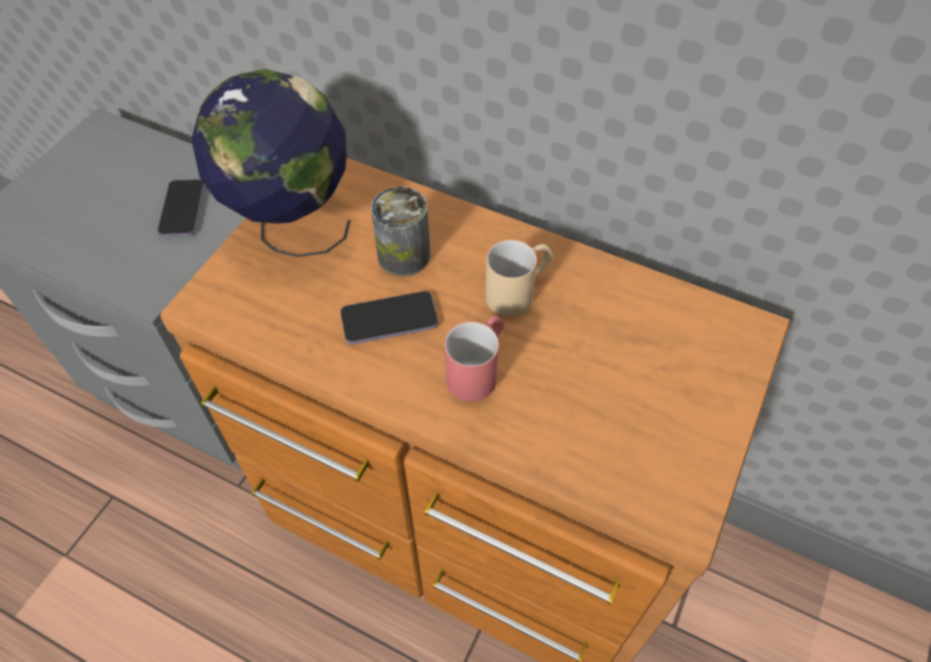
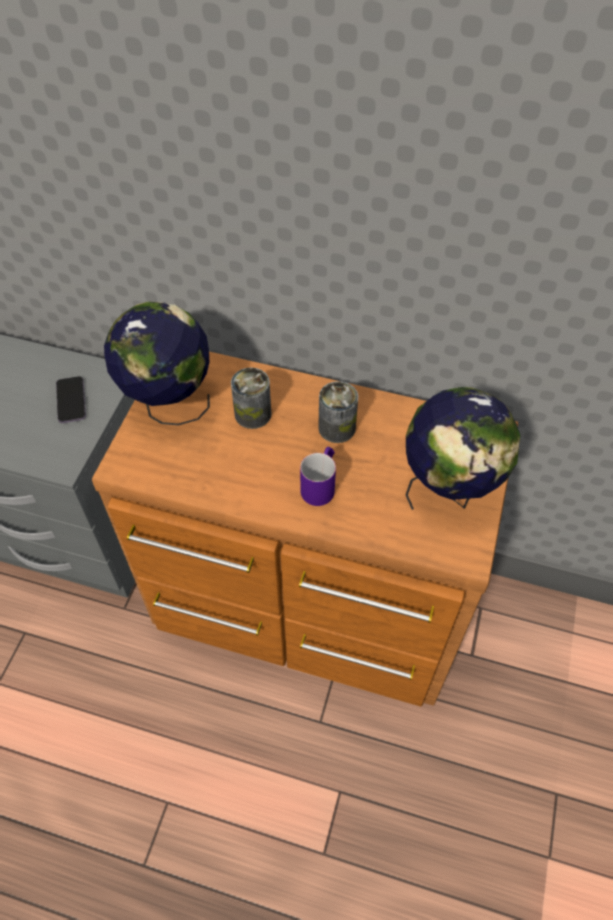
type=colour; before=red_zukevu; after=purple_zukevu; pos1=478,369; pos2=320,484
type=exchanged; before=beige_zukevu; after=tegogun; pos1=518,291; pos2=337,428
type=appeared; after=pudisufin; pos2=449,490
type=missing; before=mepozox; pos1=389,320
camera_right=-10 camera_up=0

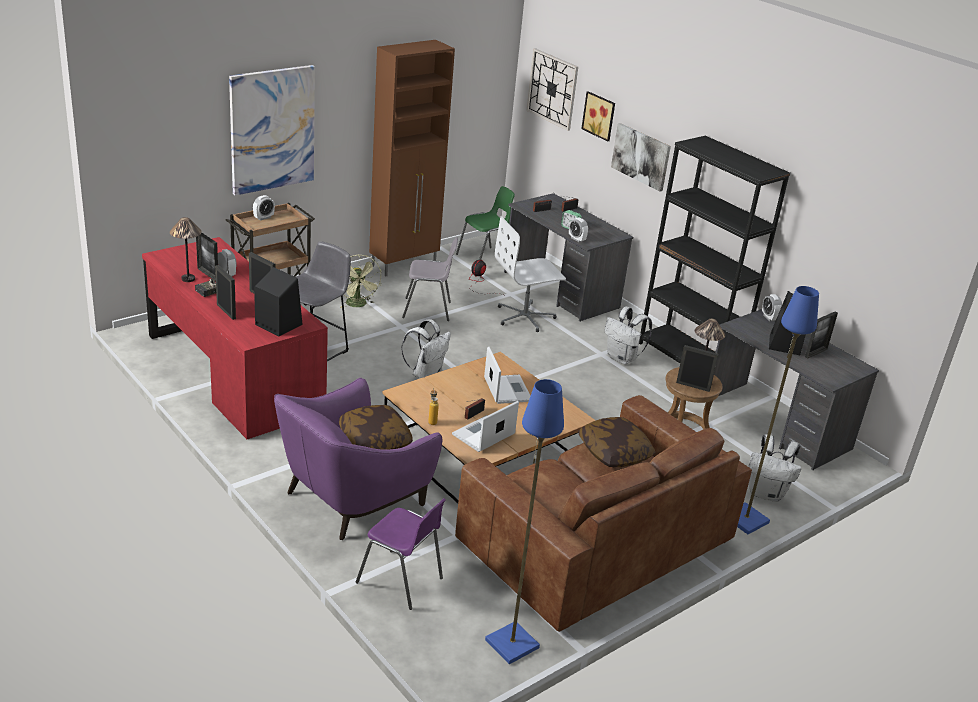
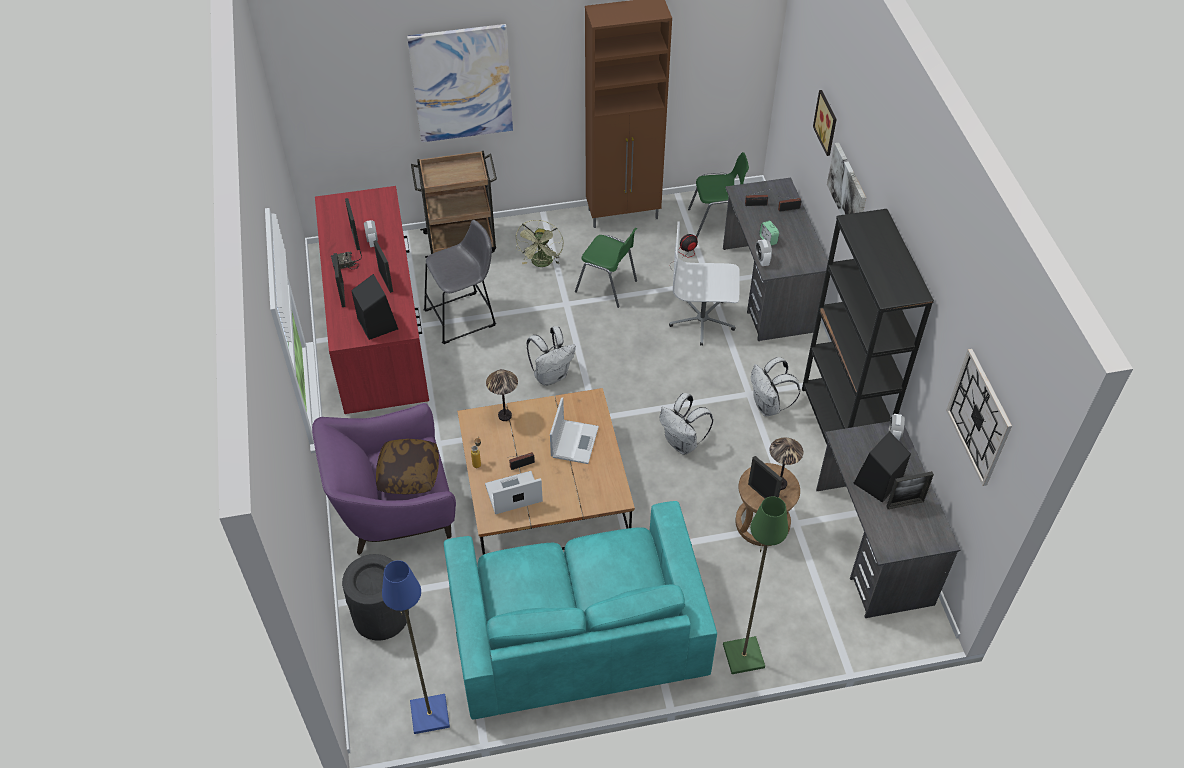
type=exchanged; before=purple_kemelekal; after=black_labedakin; pos1=401,581; pos2=380,615
type=colour; before=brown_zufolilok; after=turquoise_zufolilok; pos1=596,542; pos2=576,632
type=relocated; before=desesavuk; pos1=188,279; pos2=504,415
type=colour; before=grey_kemelekal; after=green_kemelekal; pos1=428,310; pos2=607,287
type=relocated; before=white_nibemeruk; pos1=766,493; pos2=683,443
type=colour; before=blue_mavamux; after=green_mavamux; pos1=746,520; pos2=743,657
type=relocated; before=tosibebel; pos1=552,89; pos2=979,417
type=missing; before=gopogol; pos1=263,218
type=missing; before=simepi; pos1=614,453
camera_right=30 camera_up=20

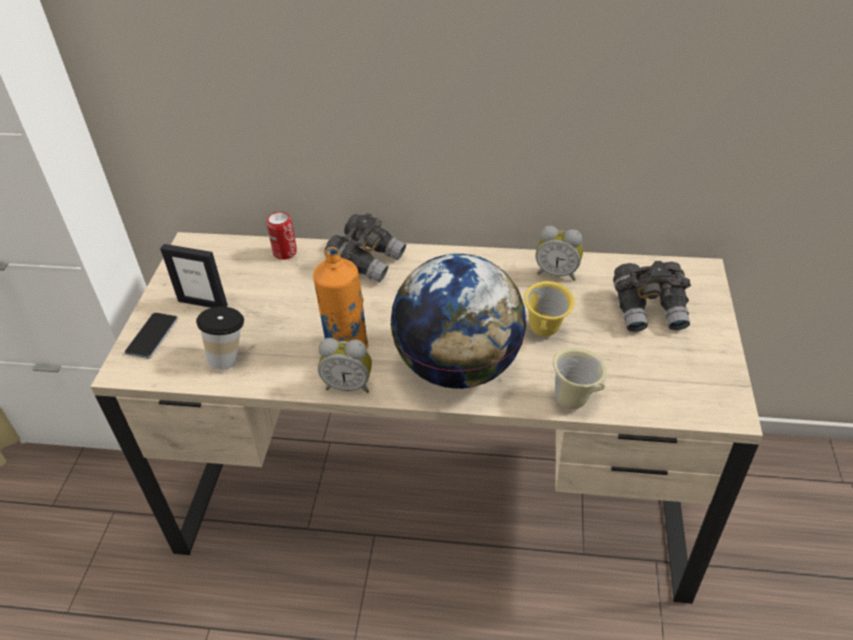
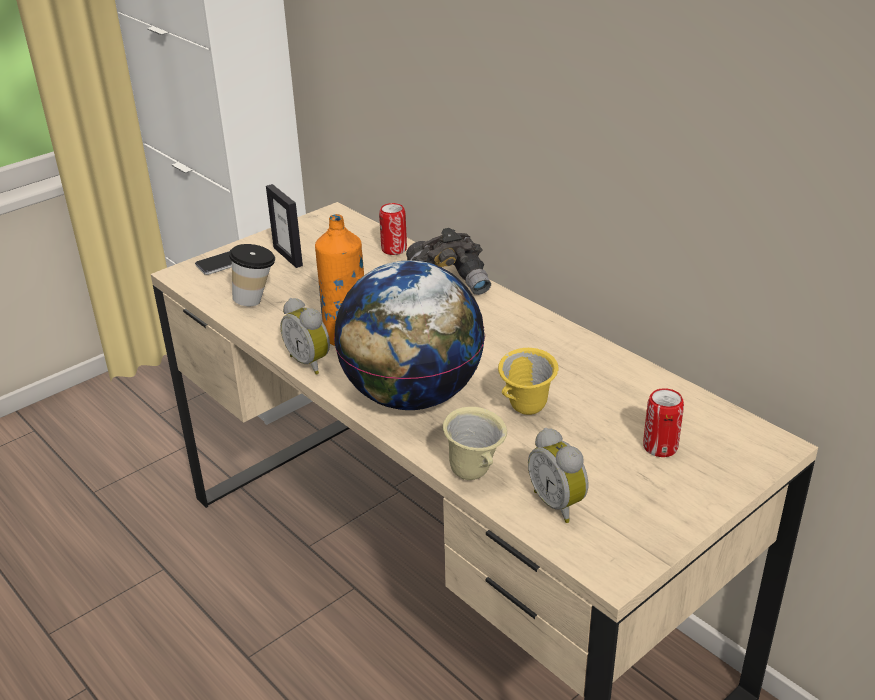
type=relocated; before=gopogol; pos1=557,273; pos2=559,503
type=exchanged; before=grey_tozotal; after=tegogun; pos1=650,310; pos2=660,447
camera_right=40 camera_up=-10

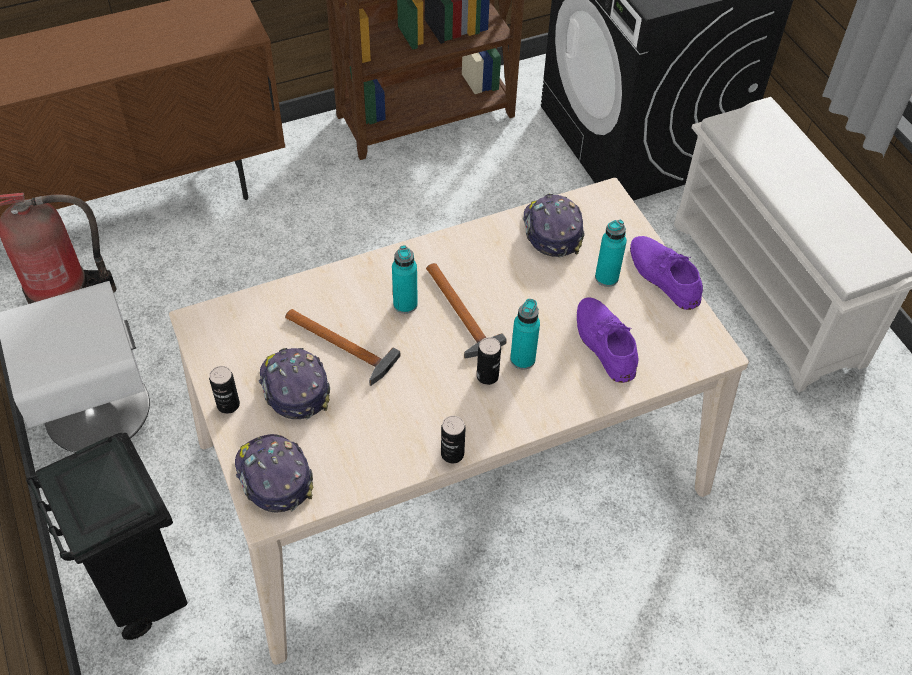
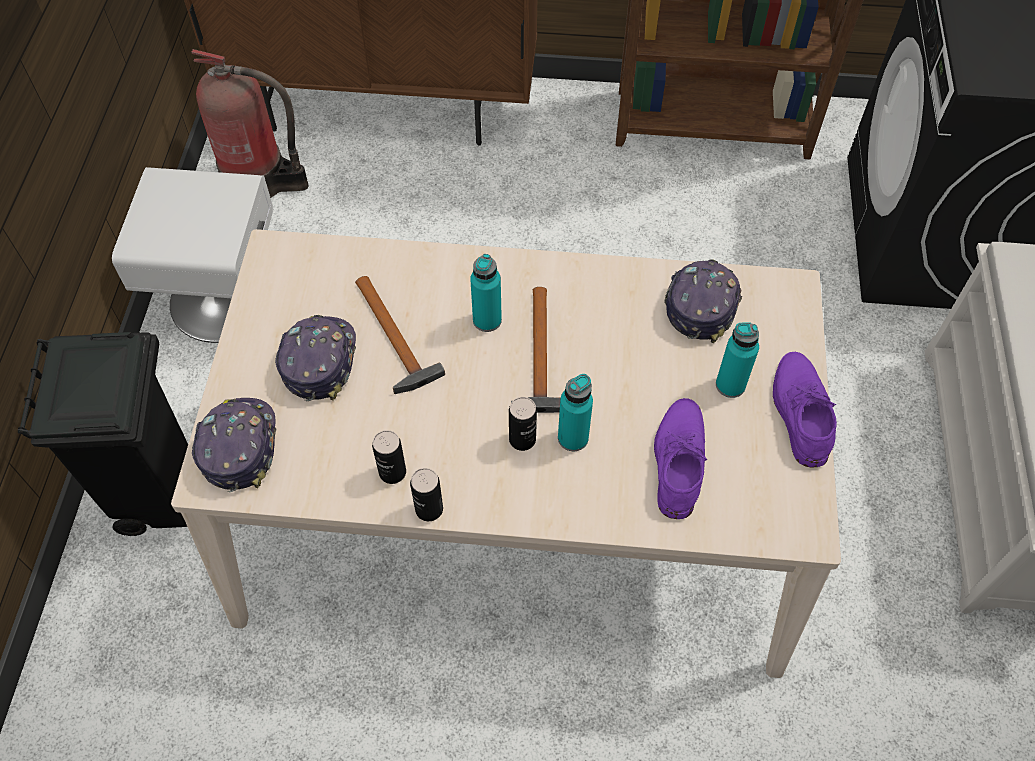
type=relocated; before=tegogun; pos1=228,405; pos2=392,472
camera_right=30 camera_up=5

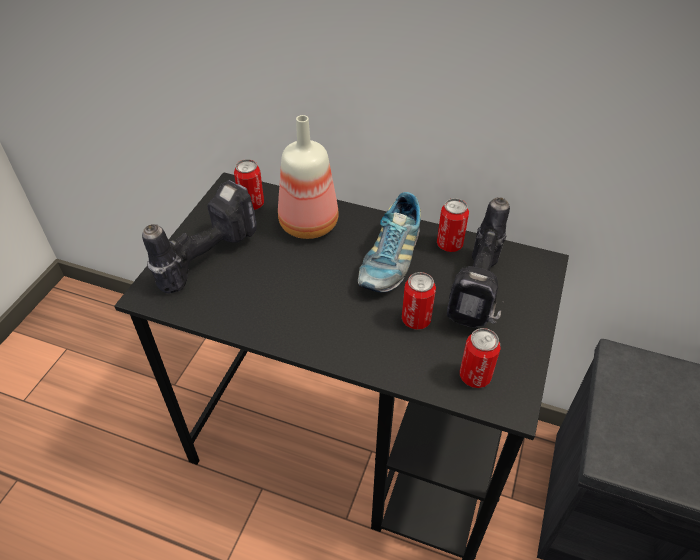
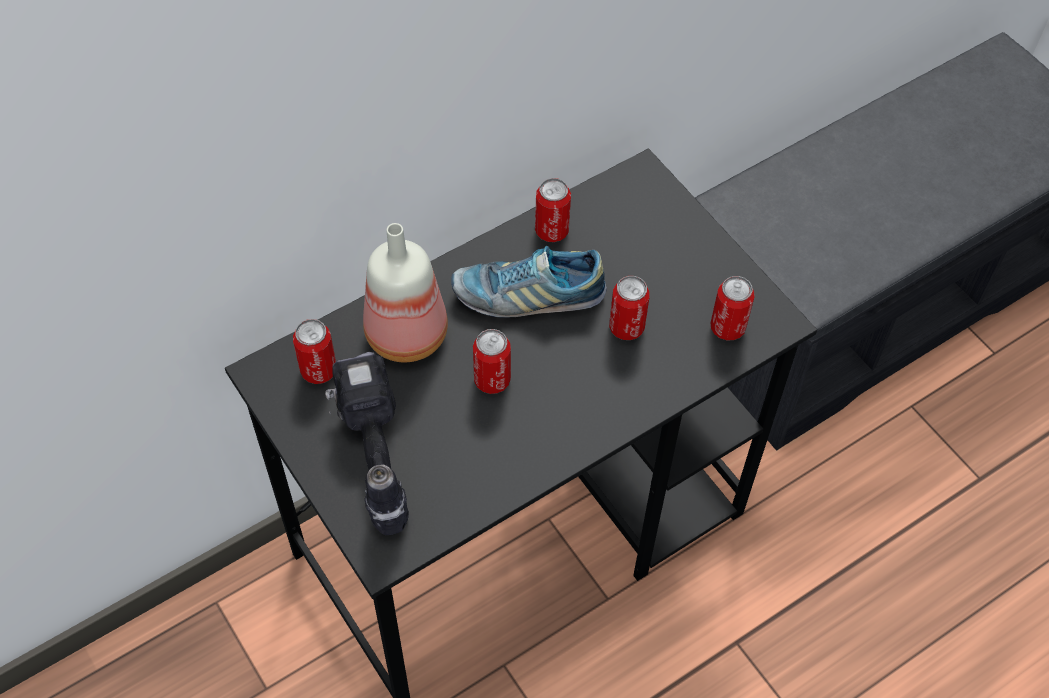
type=spun; before=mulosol; pos1=390,259; pos2=528,295; turn=120
type=appeared; after=tegogun; pos2=492,380
type=missing; before=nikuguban; pos1=480,294
camera_right=-55 camera_up=10

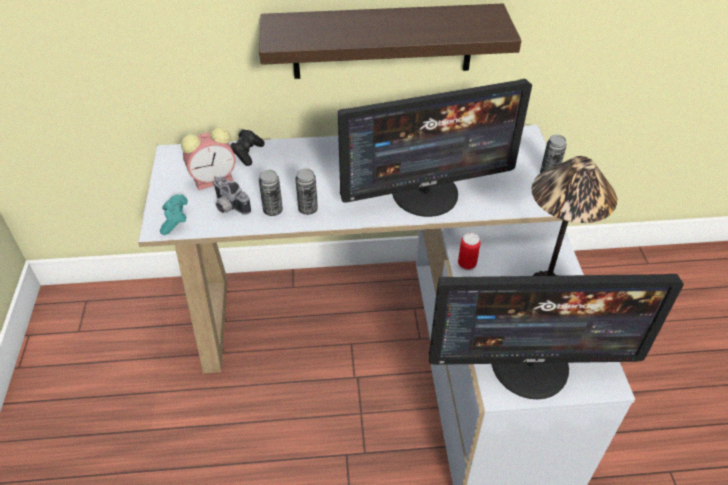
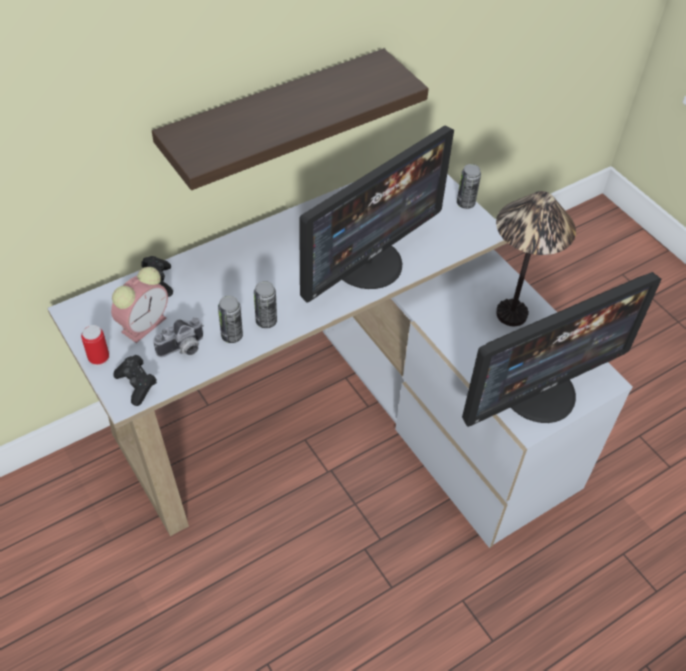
type=relocated; before=tegogun; pos1=467,264; pos2=99,358
type=colour; before=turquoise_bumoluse; after=black_bumoluse; pos1=175,220; pos2=137,385
type=spun; before=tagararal; pos1=228,207; pos2=183,349; turn=-45
camera_right=-30 camera_up=5

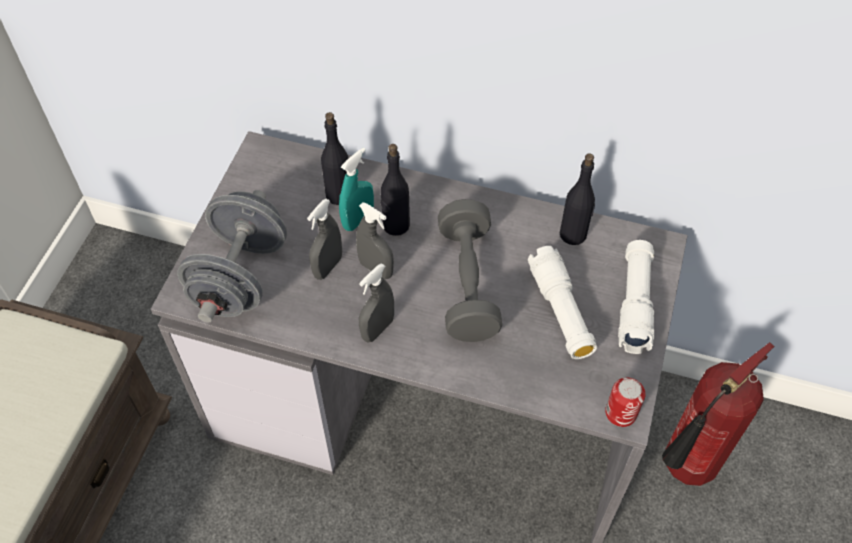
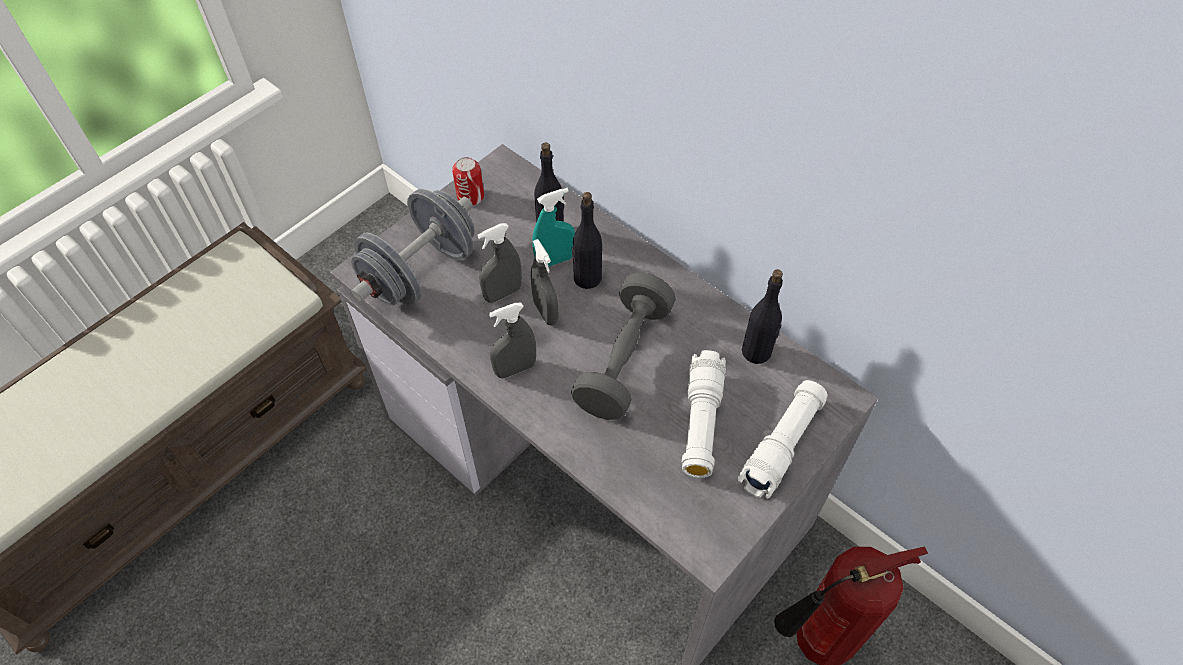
type=relocated; before=tegogun; pos1=620,413; pos2=470,196
camera_right=25 camera_up=0

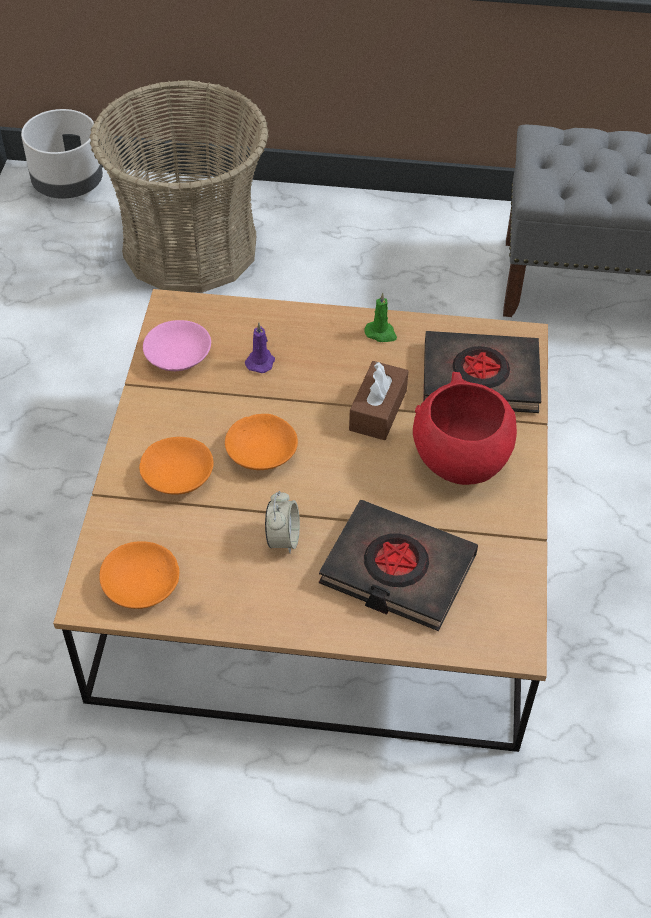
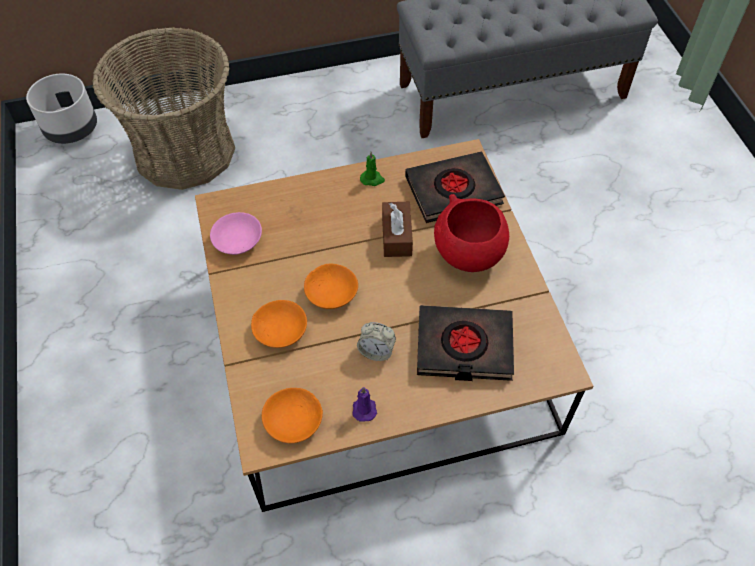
type=relocated; before=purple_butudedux; pos1=261,361; pos2=364,408
type=spun; before=gopogol; pos1=283,539; pos2=376,351; turn=120
camera_right=-20 camera_up=5

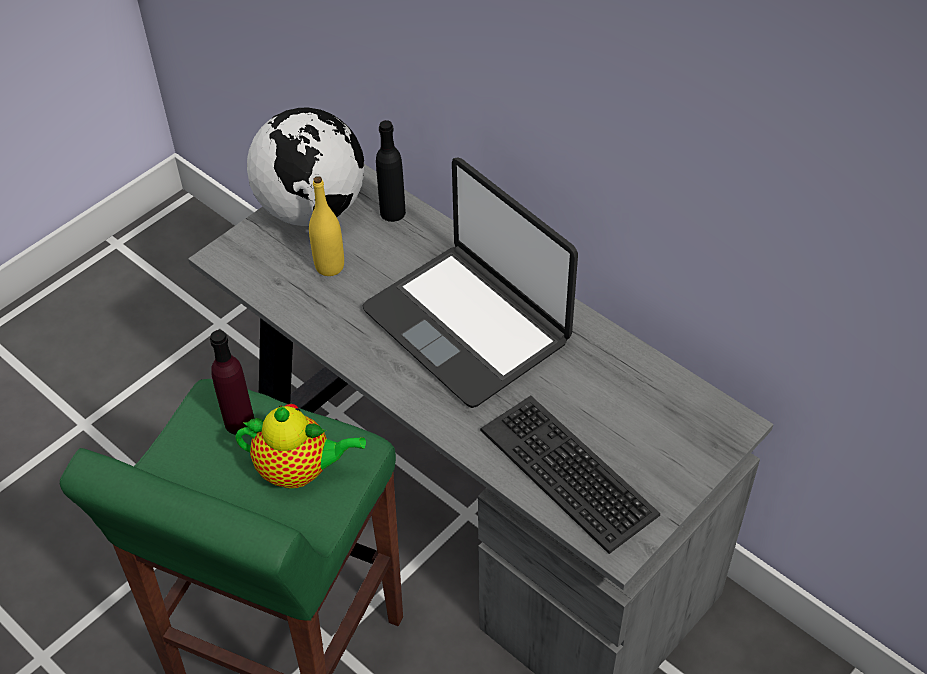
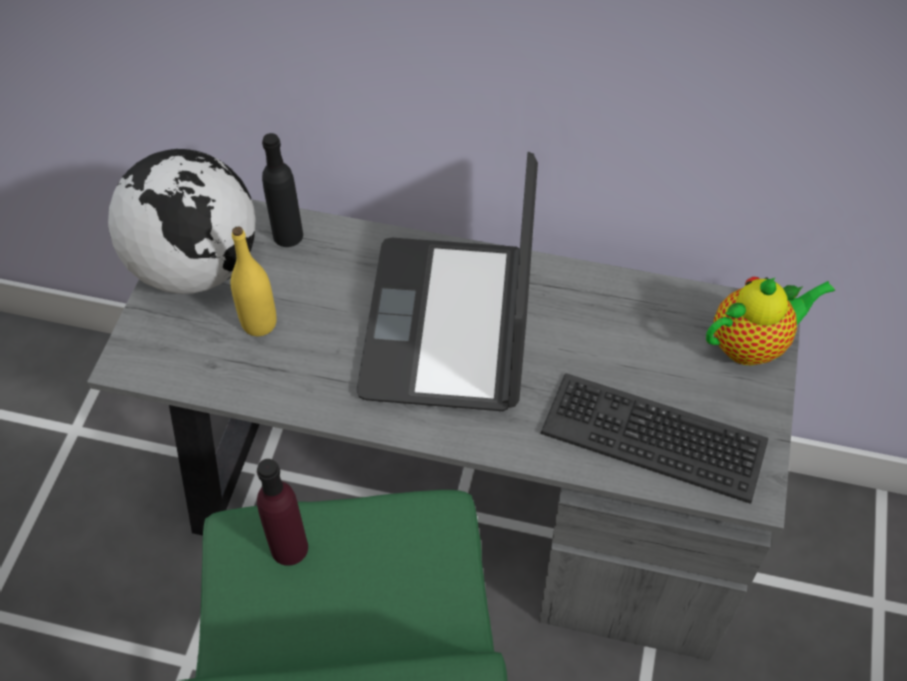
type=spun; before=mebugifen; pos1=468,325; pos2=450,325; turn=75
type=relocated; before=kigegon; pos1=300,471; pos2=752,344
camera_right=-30 camera_up=5

